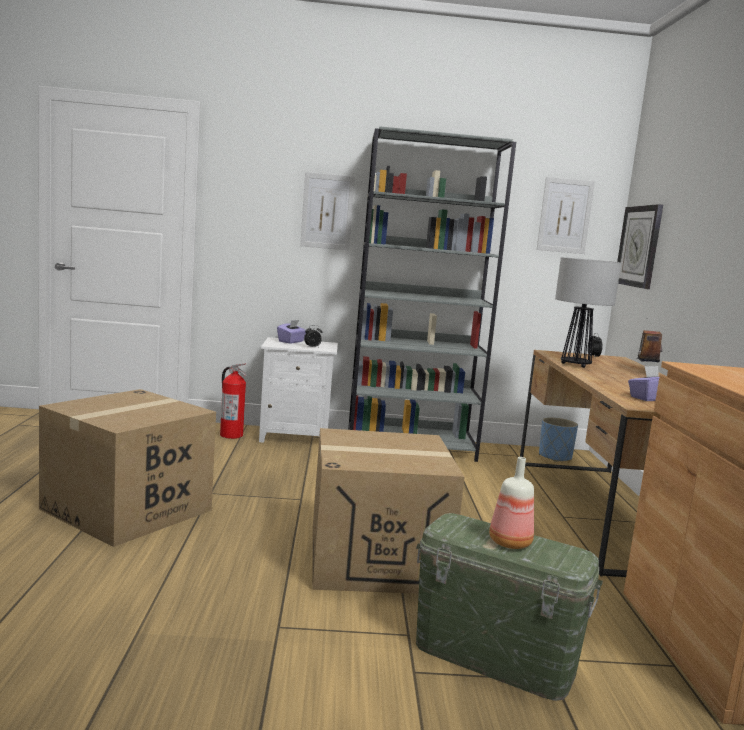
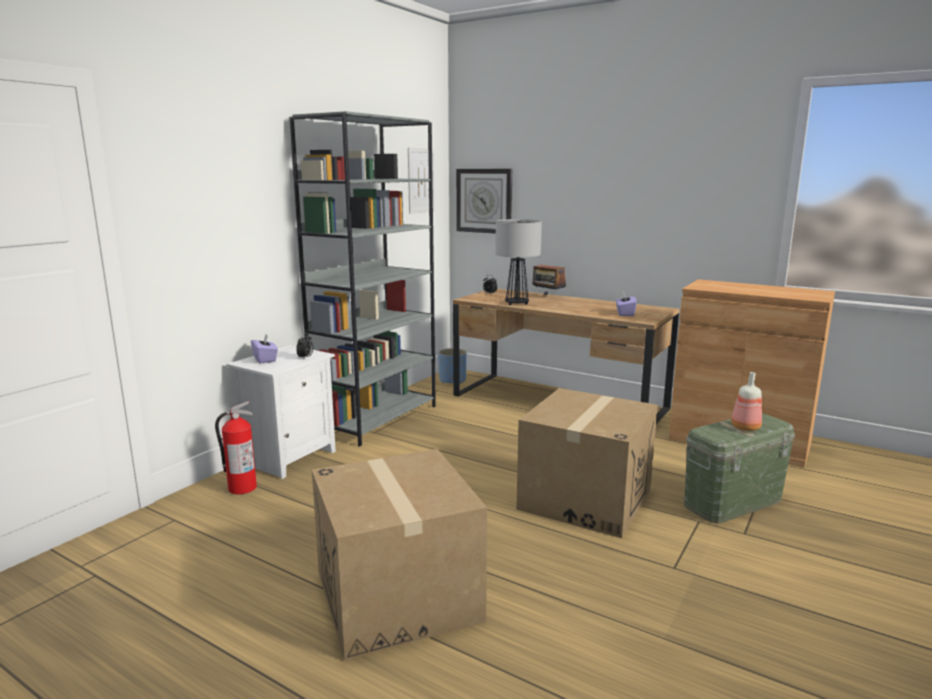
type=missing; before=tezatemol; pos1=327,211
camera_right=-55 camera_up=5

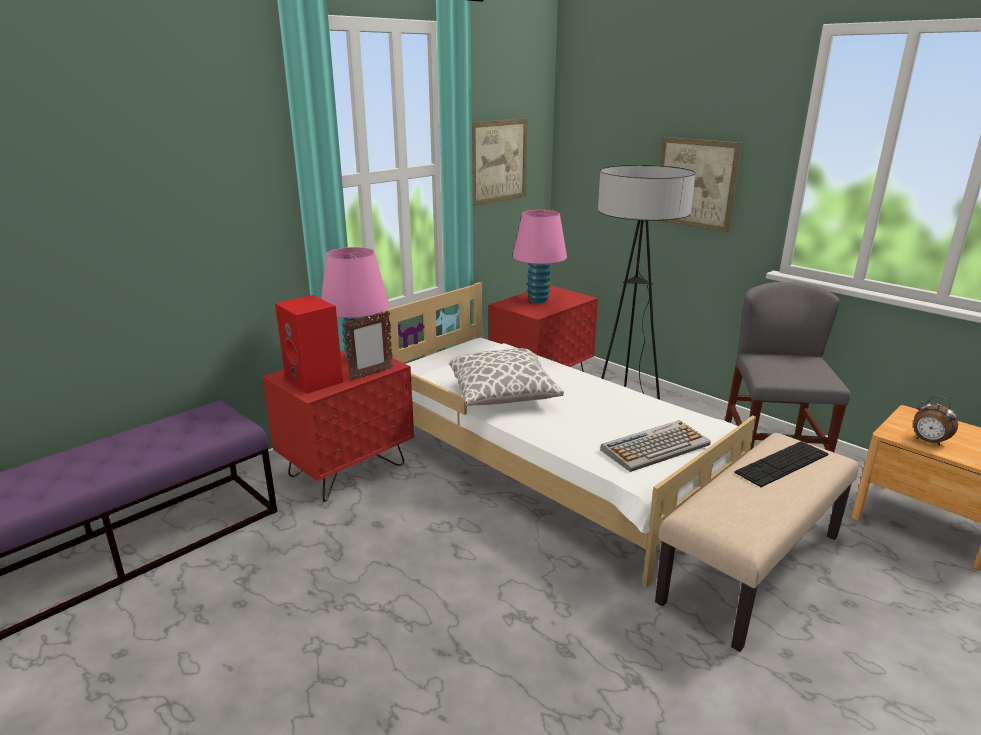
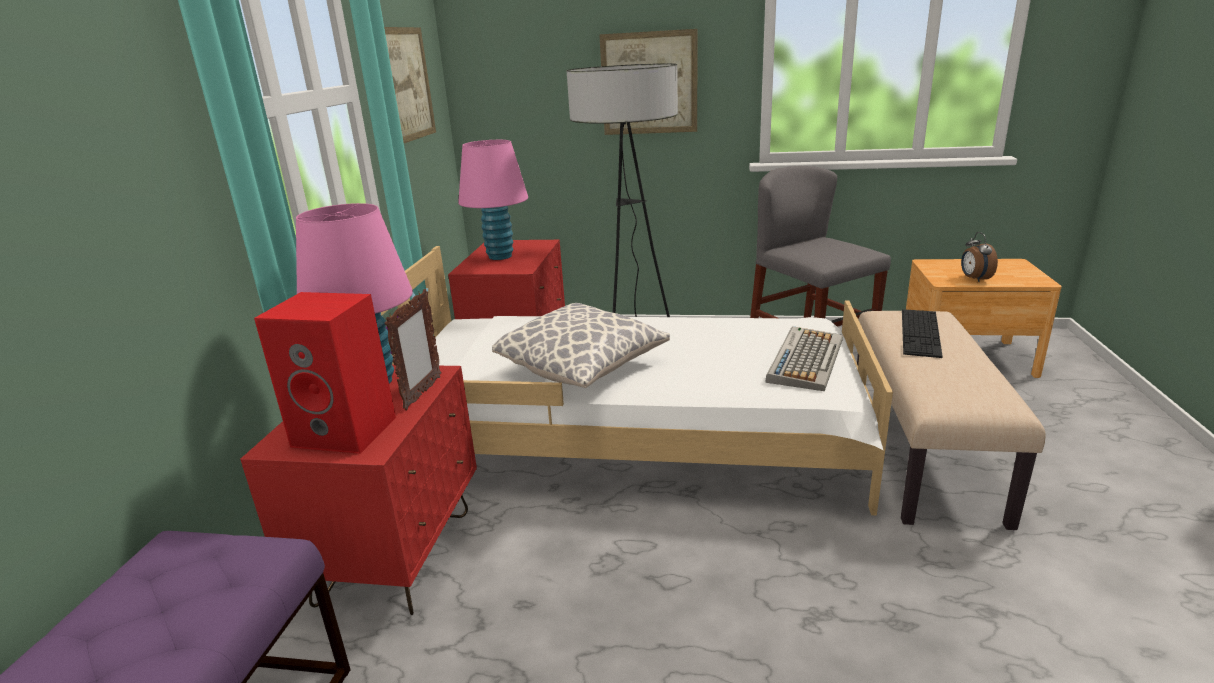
type=spun; before=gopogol; pos1=928,441; pos2=974,279; turn=75
camera_right=-35 camera_up=0

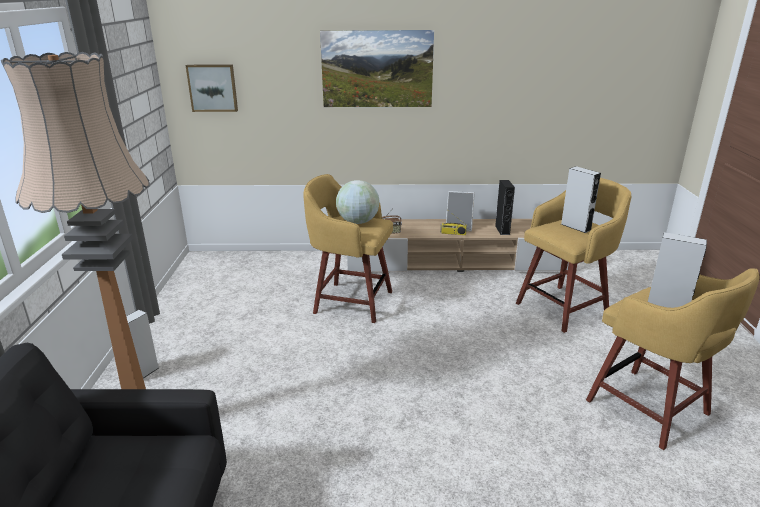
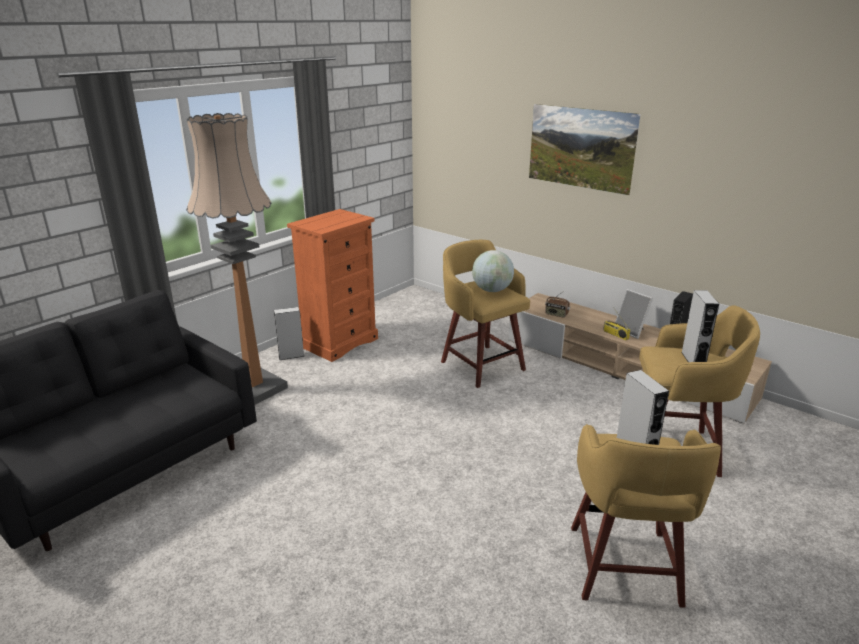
type=appeared; after=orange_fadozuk; pos2=339,342
type=missing; before=tezatemol; pos1=213,88
camera_right=40 camera_up=0

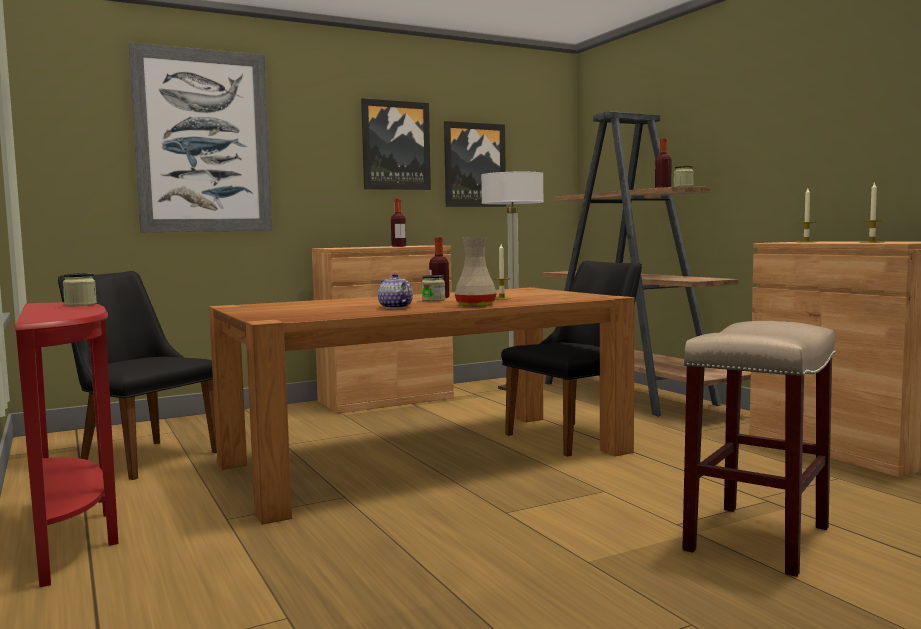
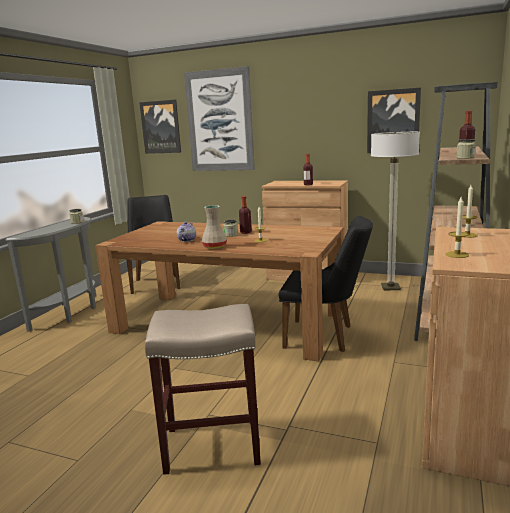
type=colour; before=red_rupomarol; after=grey_rupomarol; pos1=77,533; pos2=73,313
type=relocated; before=tezatemol; pos1=395,145; pos2=161,127
camera_right=50 camera_up=10

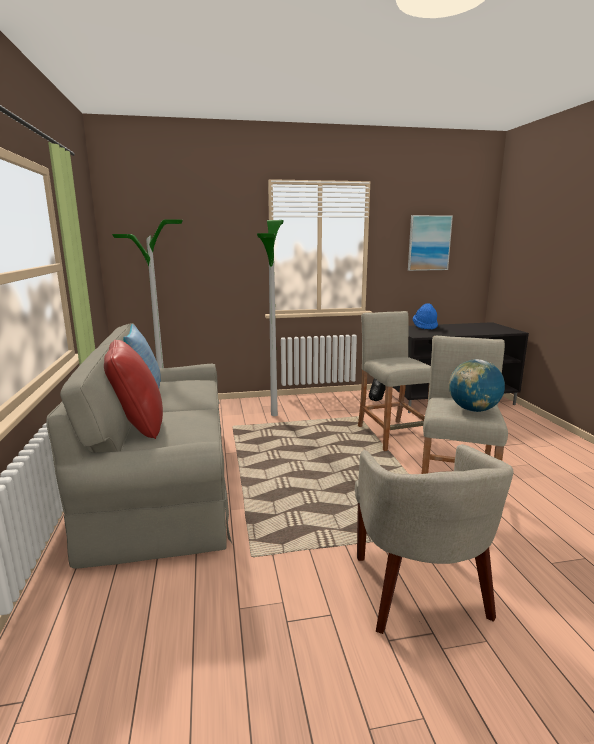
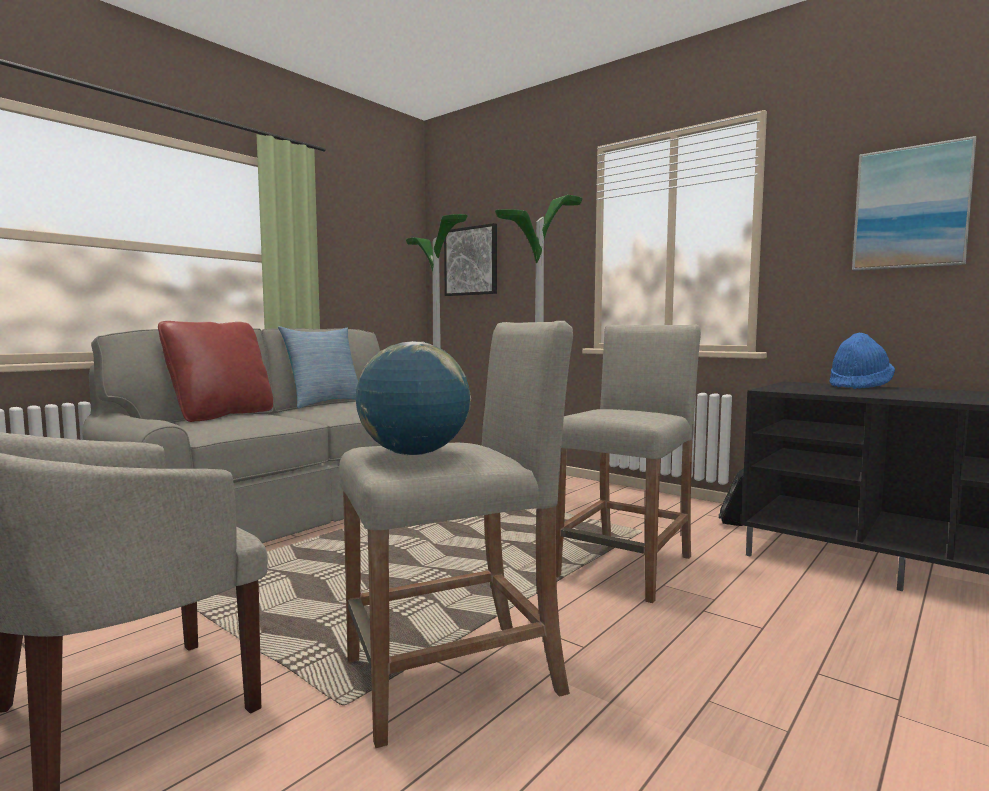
type=appeared; after=tezatemol; pos2=471,261
camera_right=50 camera_up=-10

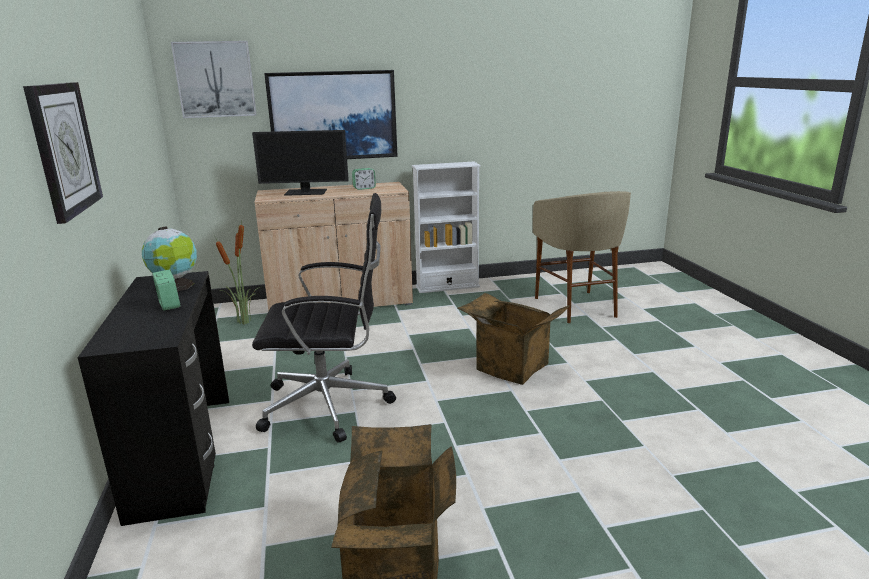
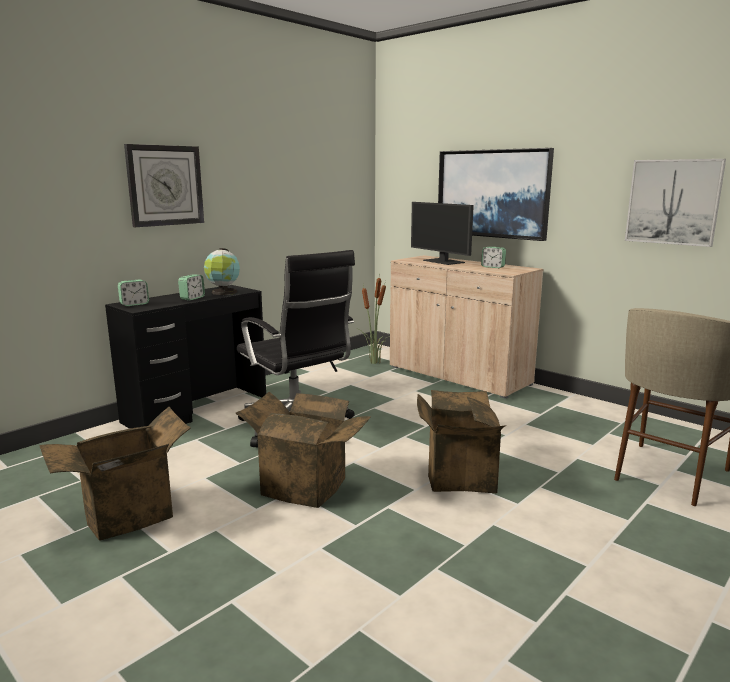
type=appeared; after=gopogol; pos2=134,304
type=appeared; after=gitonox; pos2=307,484
type=relocated; before=tezatemol; pos1=215,79; pos2=673,202
type=missing; before=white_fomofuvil; pos1=447,286
camera_right=55 camera_up=-5

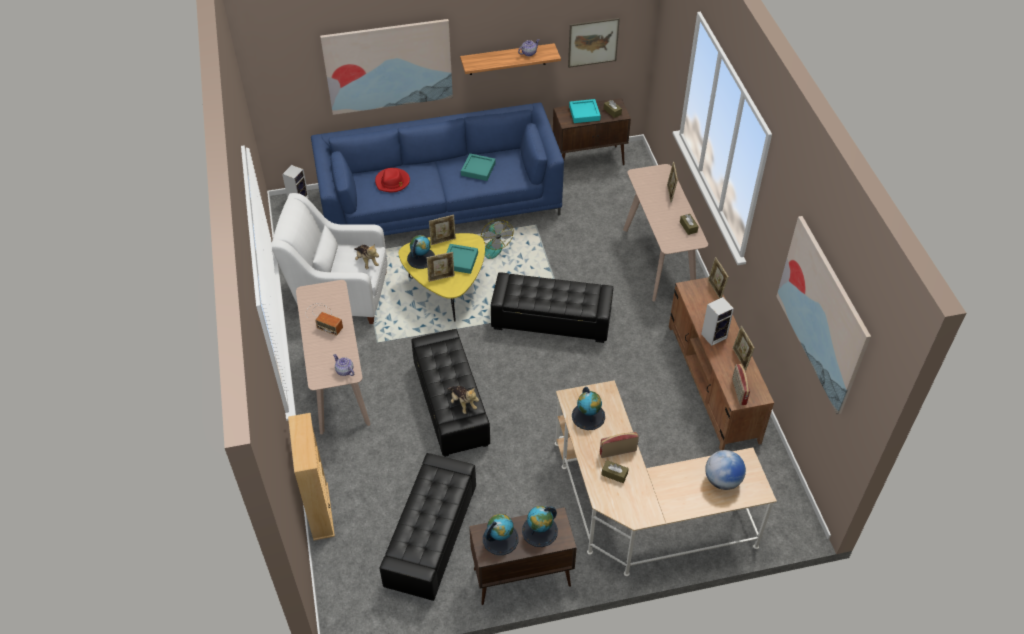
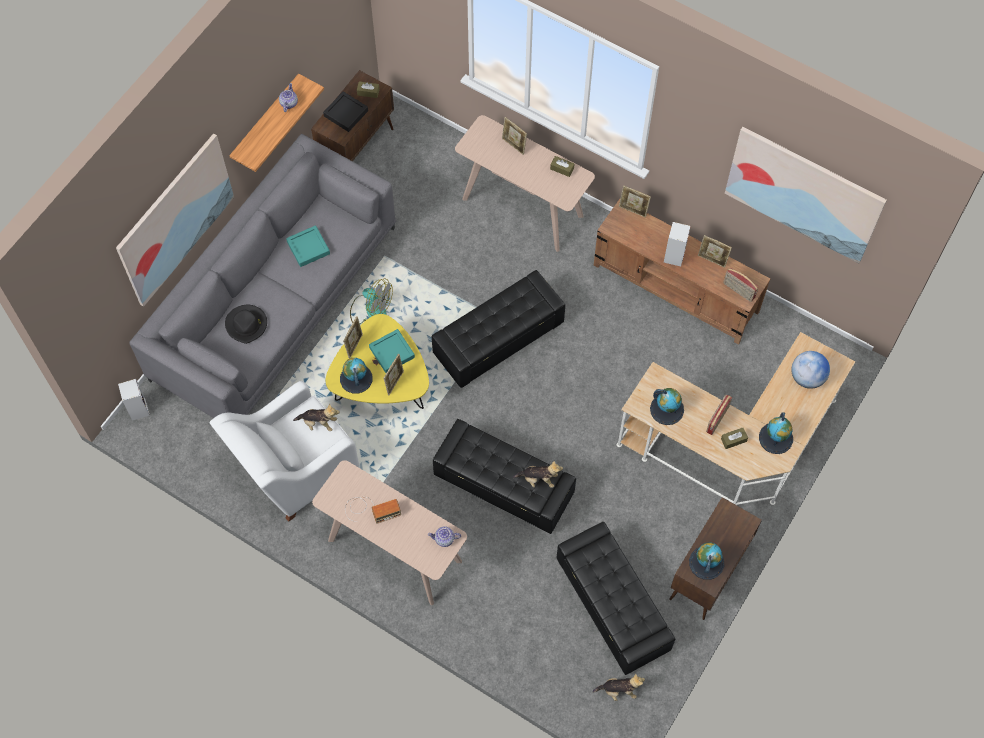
type=colour; before=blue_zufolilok; after=grey_zufolilok; pos1=440,203; pos2=275,303
type=colour; before=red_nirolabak; after=black_nirolabak; pos1=392,182; pos2=247,324
type=colour; before=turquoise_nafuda; after=black_nafuda; pos1=584,113; pos2=346,113
type=appeared; after=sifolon; pos2=619,690
type=relocated; before=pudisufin; pos1=540,531; pos2=776,438
type=missing; before=beige_fomofuvil; pos1=320,511
type=missing; before=tezatemol; pos1=593,42
camera_right=-45 camera_up=15

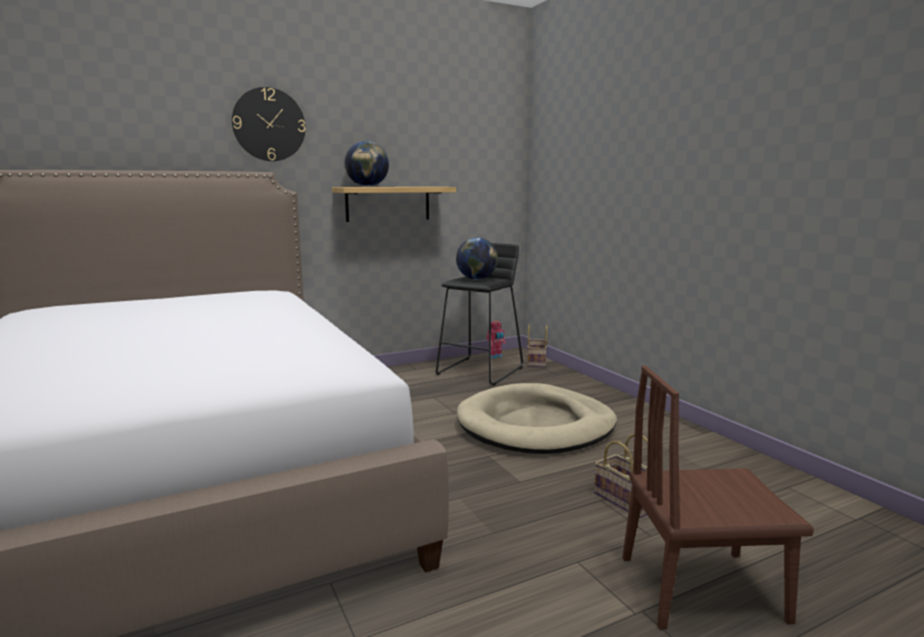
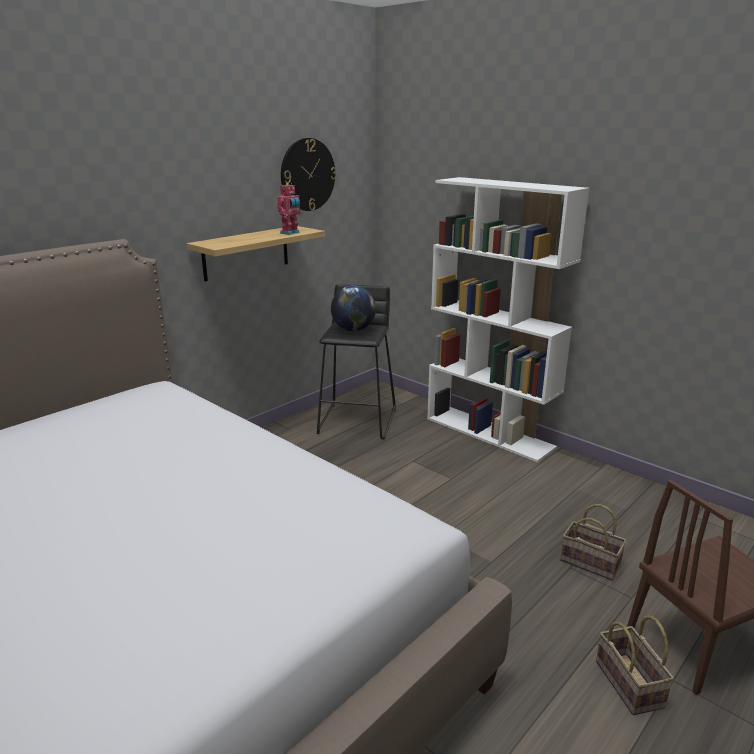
type=relocated; before=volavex; pos1=496,356; pos2=290,233
type=relocated; before=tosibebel; pos1=269,124; pos2=307,175
type=appeared; after=white_fomofuvil; pos2=490,433
type=relocated; before=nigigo; pos1=537,362; pos2=631,685
type=missing; before=pudisufin; pos1=367,186
type=missing; before=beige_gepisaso; pos1=536,425
camera_right=-20 camera_up=10

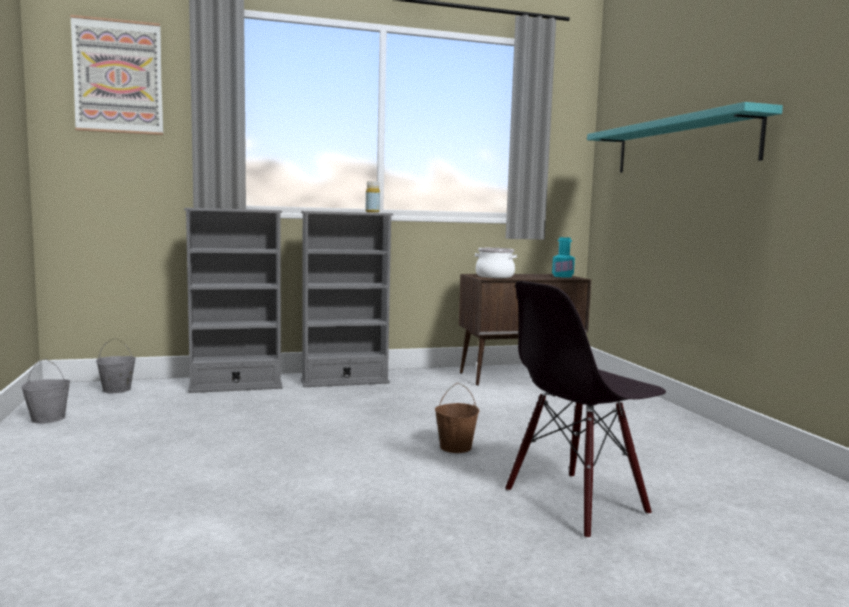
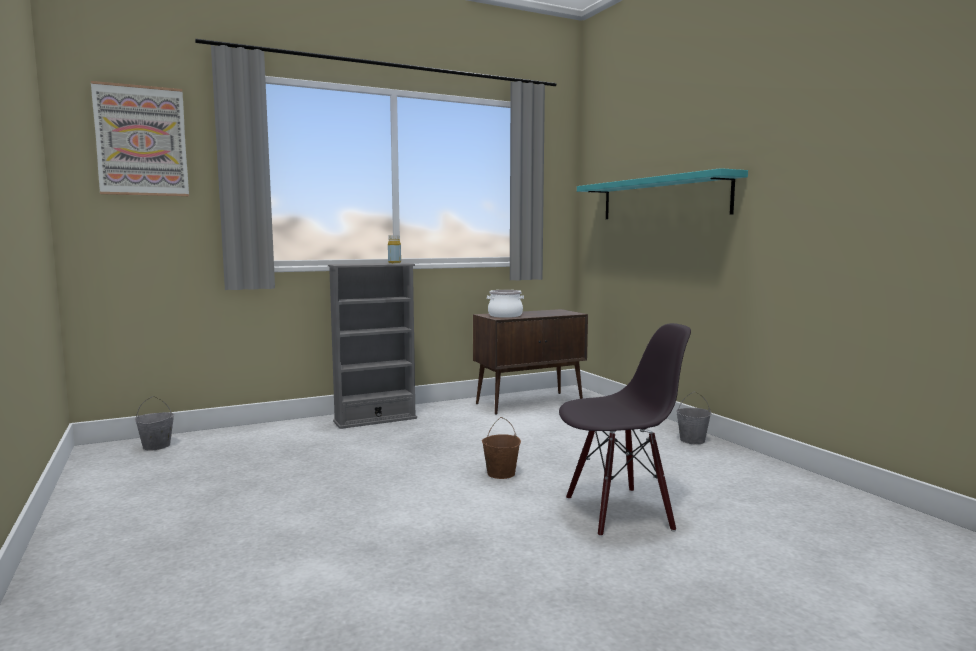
type=spun; before=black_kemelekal; pos1=576,503; pos2=618,512; turn=-150
type=relocated; before=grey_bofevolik; pos1=48,419; pos2=692,440
type=missing; before=grey_fomofuvil; pos1=236,386
type=missing; before=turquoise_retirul; pos1=562,276
camera_right=-10 camera_up=0

